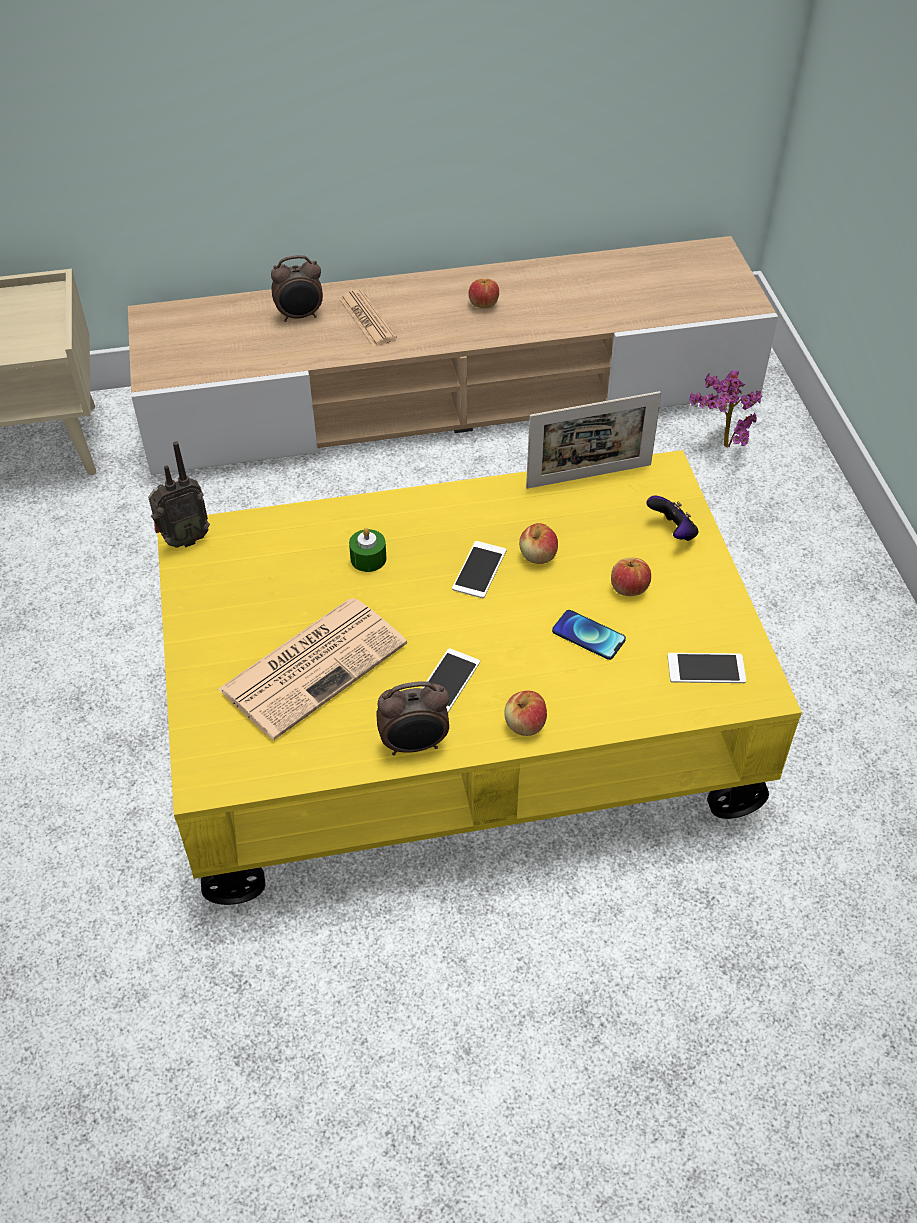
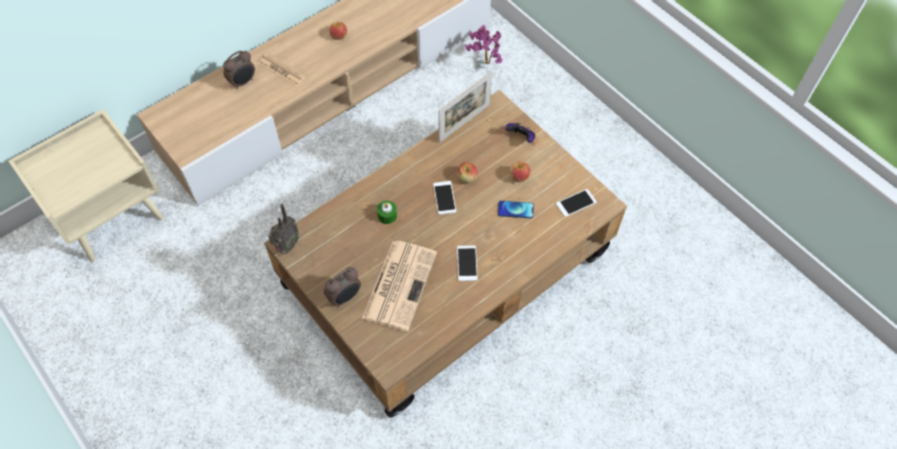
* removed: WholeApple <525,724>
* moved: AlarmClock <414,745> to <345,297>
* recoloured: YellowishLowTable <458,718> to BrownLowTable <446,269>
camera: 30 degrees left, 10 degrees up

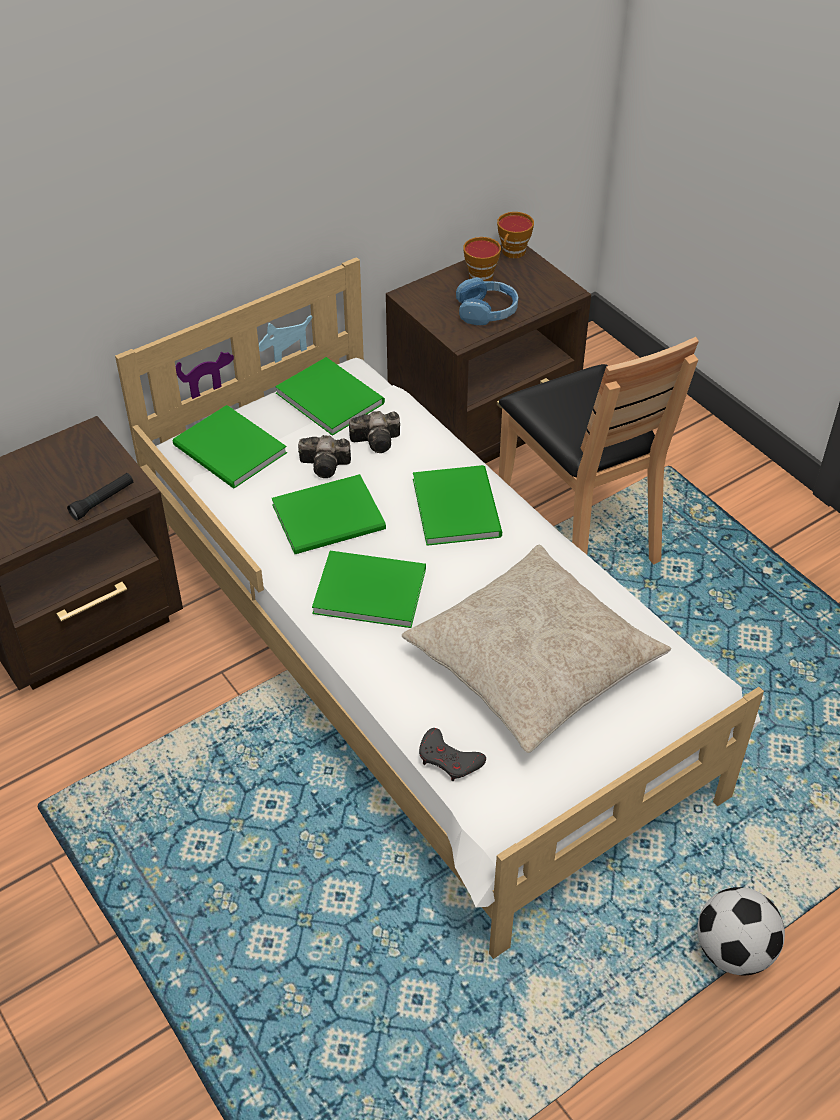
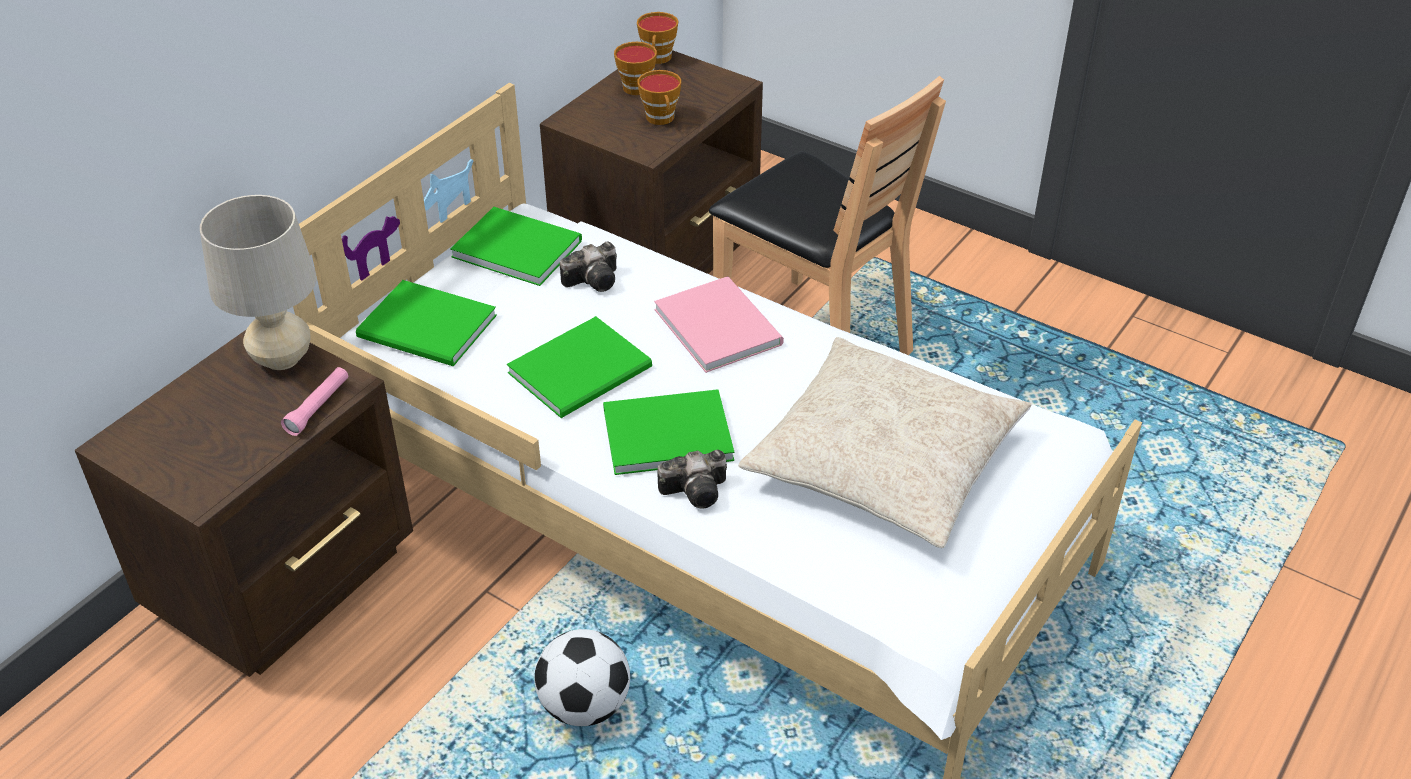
* removed: GrayJoypad <449,759>
* added: SandColouredTableLamp <282,359>
* moved: PhotoCamera <327,465> to <698,490>
* moved: FootballBall <733,950> to <585,705>
* replaced: BluishHeadphones <487,311> to SmallCup <661,119>
* recoloured: BlackTorch <102,501> to PinkTorch <318,407>
* recoloured: GreenBook <458,505> to PinkBook <718,324>
camera: 20 degrees left, 5 degrees down

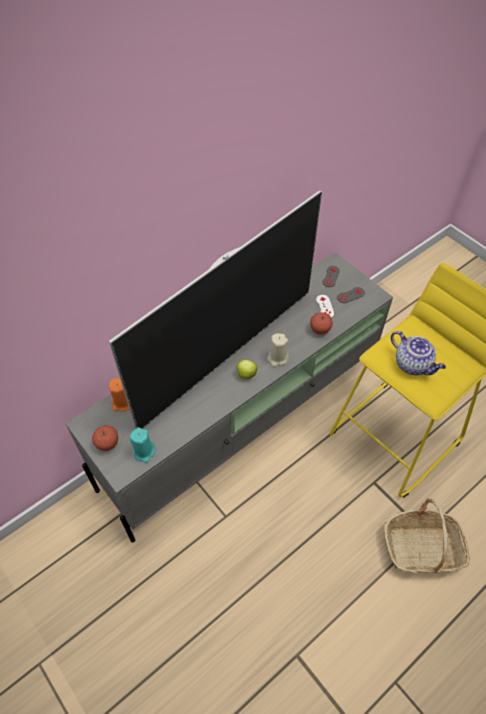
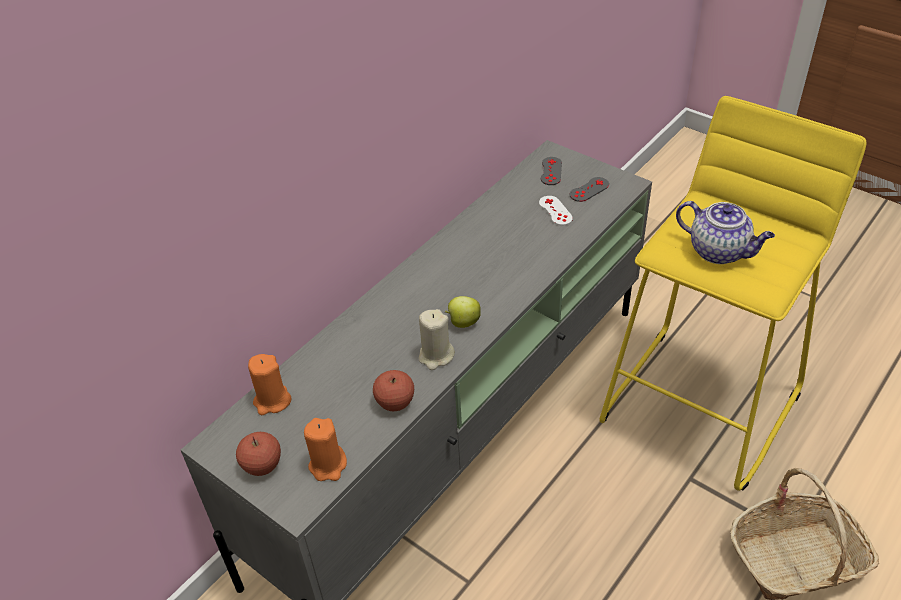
* removed: TvSet <227,355>
* moved: SandColouredCandle <277,358> to <436,356>
* moved: WholeApple <320,330> to <395,403>
* recoloured: TurquoiseColouredCandle <144,452> to OrangeyCandle <328,465>
camera: 10 degrees left, 10 degrees down

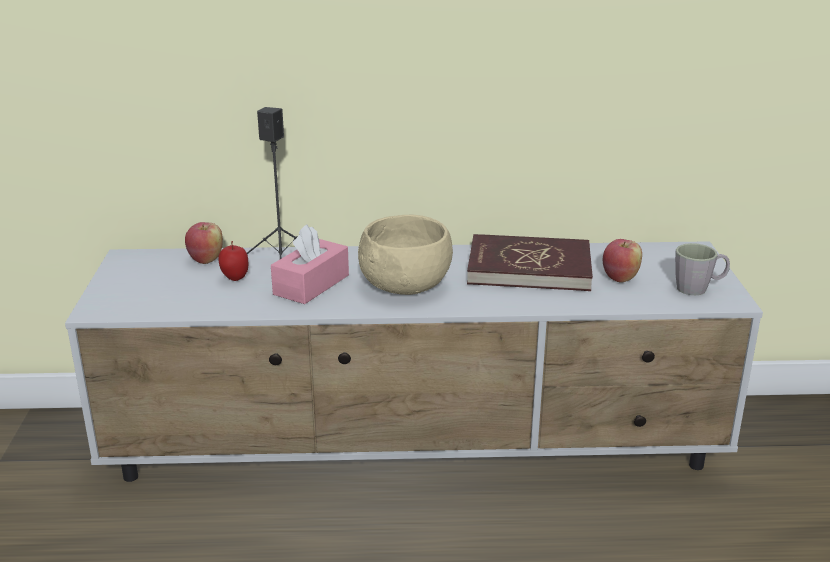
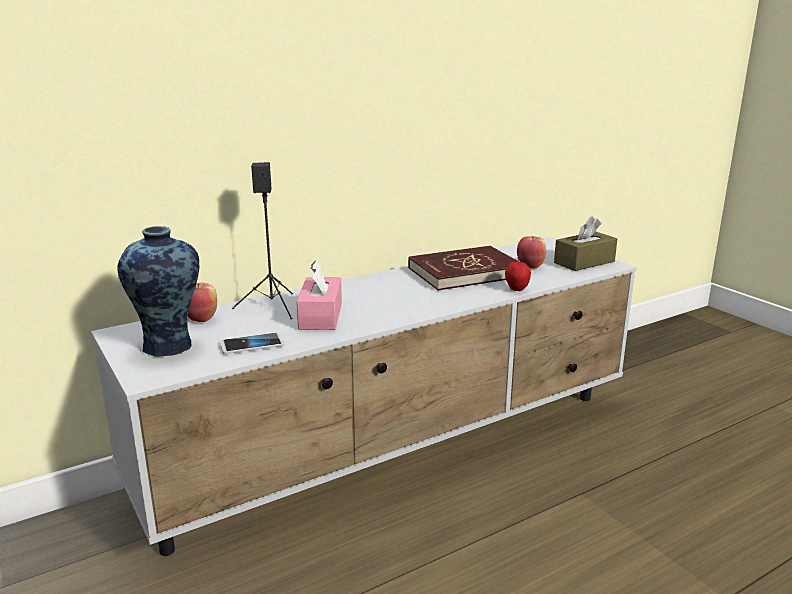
* removed: SandColouredServingBowl <405,286>
* added: FlowerVase <169,347>
* added: Handset <252,345>
* moved: WholeApple <235,278> to <516,289>
* replaced: GrayTeaMug <698,288> to BrownBoxOfTissues <584,262>
camera: 30 degrees left, 5 degrees down

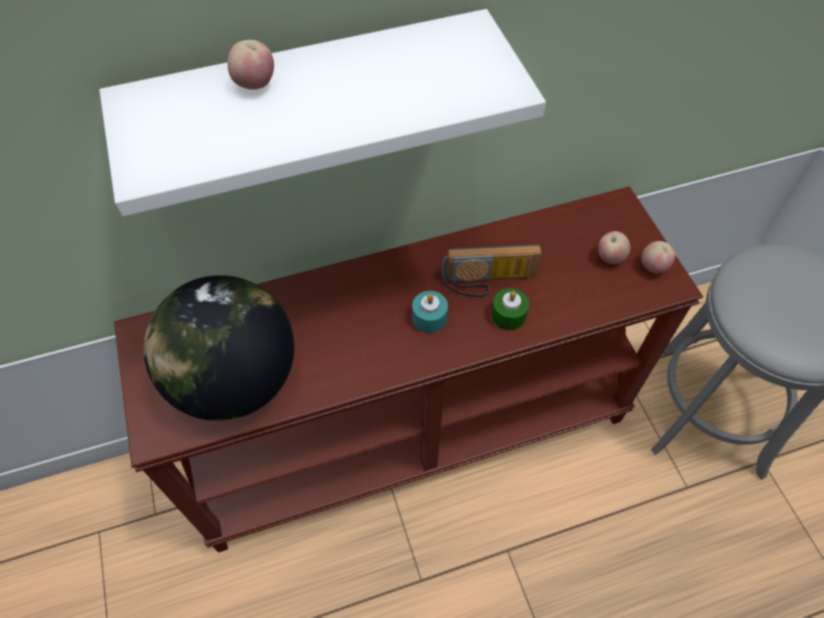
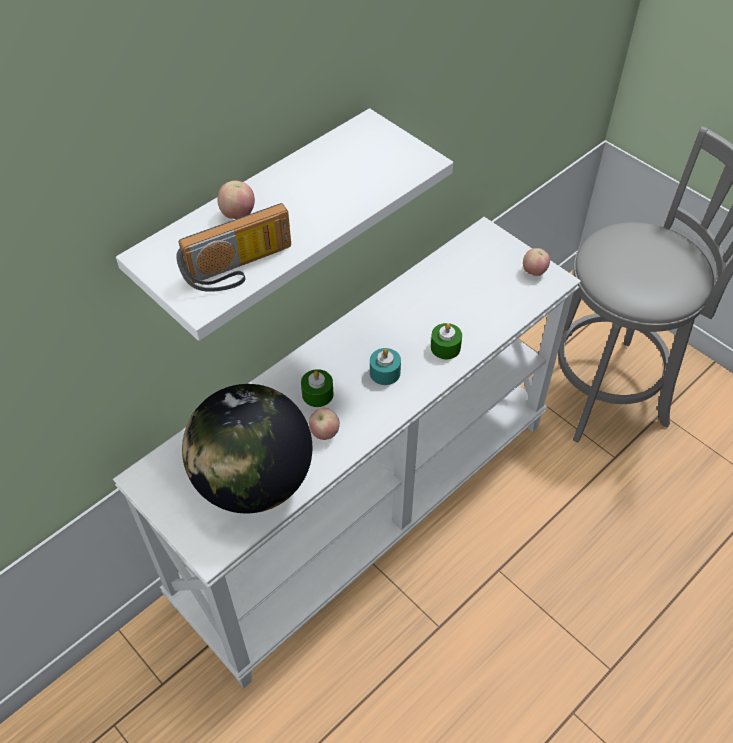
* added: GreenCandle <317,394>
* moved: RadioSet <488,282> to <240,269>
* moved: WholeApple <610,257> to <324,433>
* recoloured: BrownHallTable <412,430> to WhitishHallTable <366,507>
camera: 25 degrees left, 5 degrees down

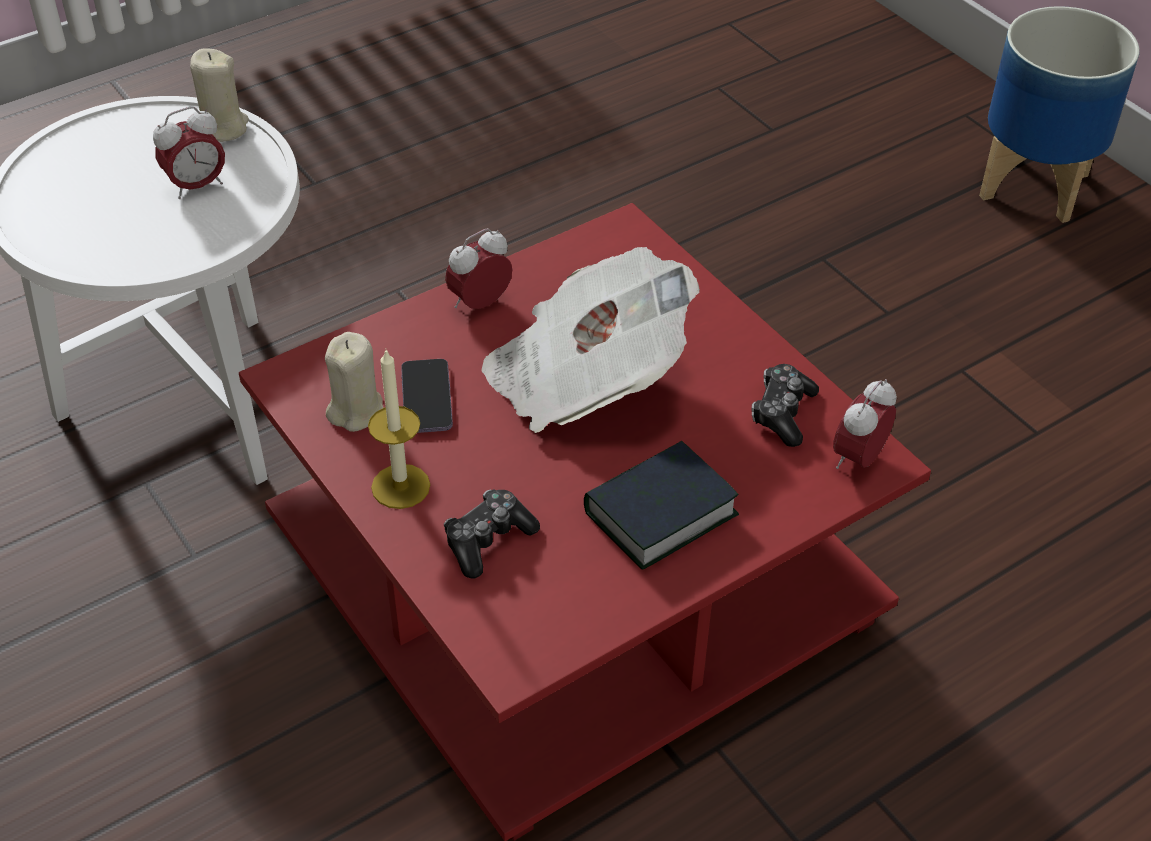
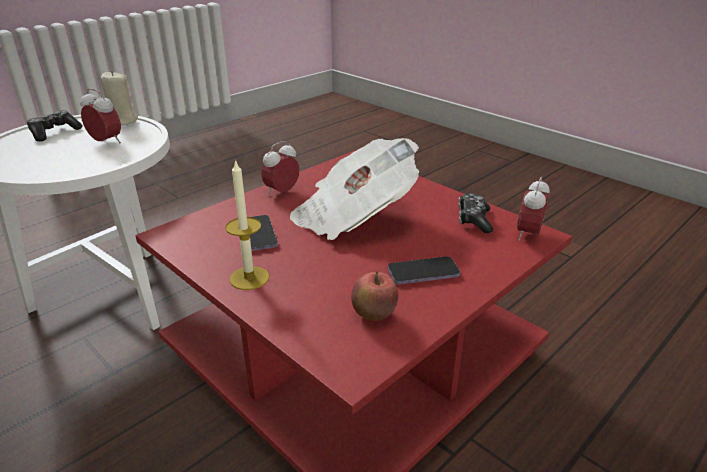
* removed: SandColouredCandle <356,410>
* removed: Planter <1036,186>
* added: WholeApple <374,315>
* moved: Joypad <488,540> to <54,133>
* replaced: Book <660,513> to Handset <423,273>
* turned: AlarmClock <196,186> = <106,142> 105 degrees counterclockwise
camera: 10 degrees left, 15 degrees down

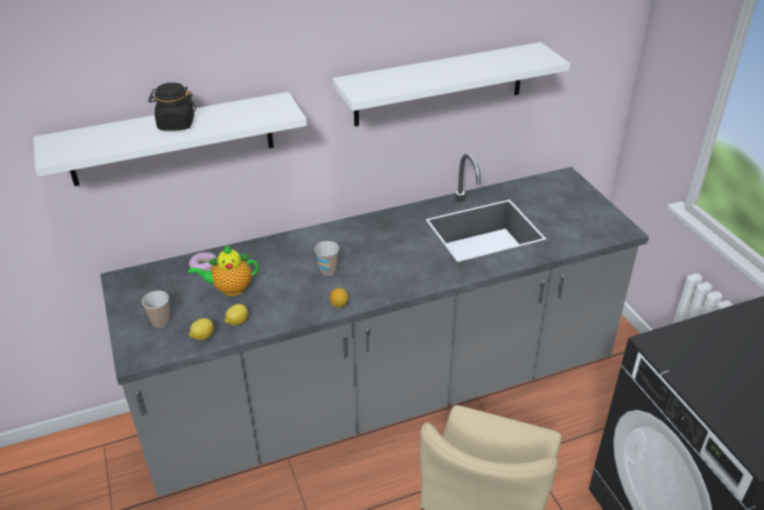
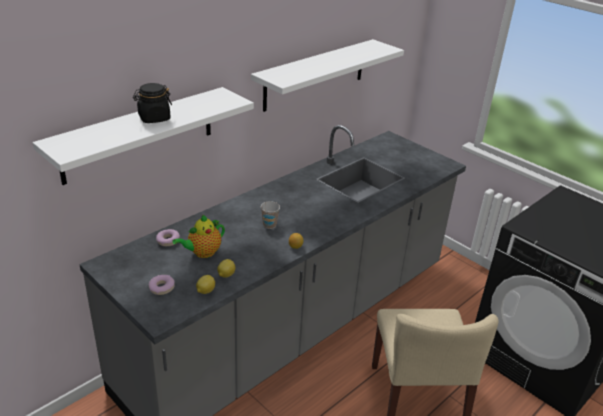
* replaced: SmallCup <161,321> to Donut <161,288>
camera: 25 degrees left, 5 degrees down

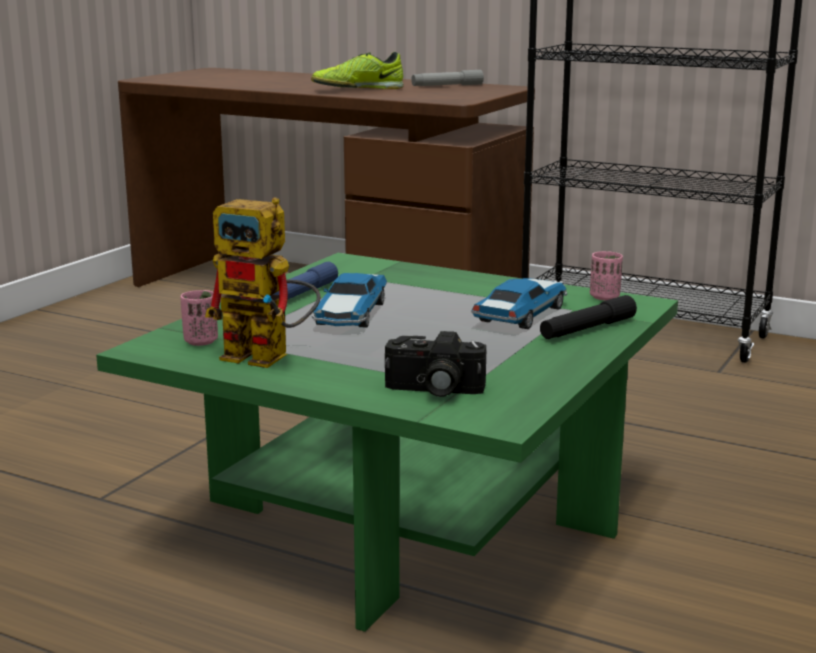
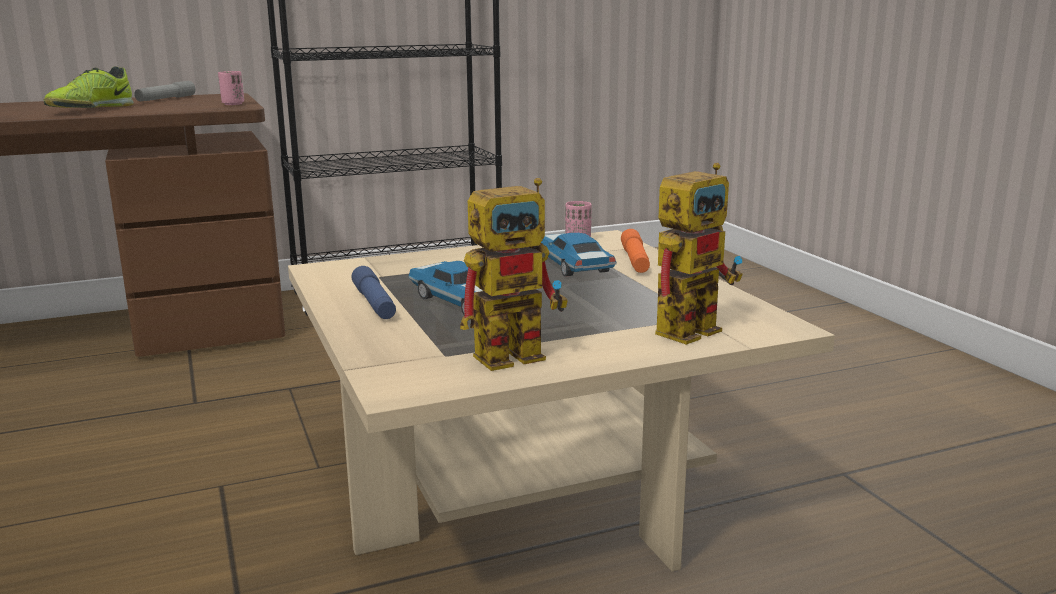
* moved: PinkSmallCup <200,341> to <233,104>
* replaced: PhotoCamera <433,390> to ToyRobot <692,327>
* recoloured: GreenLowTable <408,517> to SandColouredLowTable <529,479>
* recoloured: BlackTorch <587,329> to OrangeyTorch <635,260>
camera: 50 degrees left, 0 degrees up

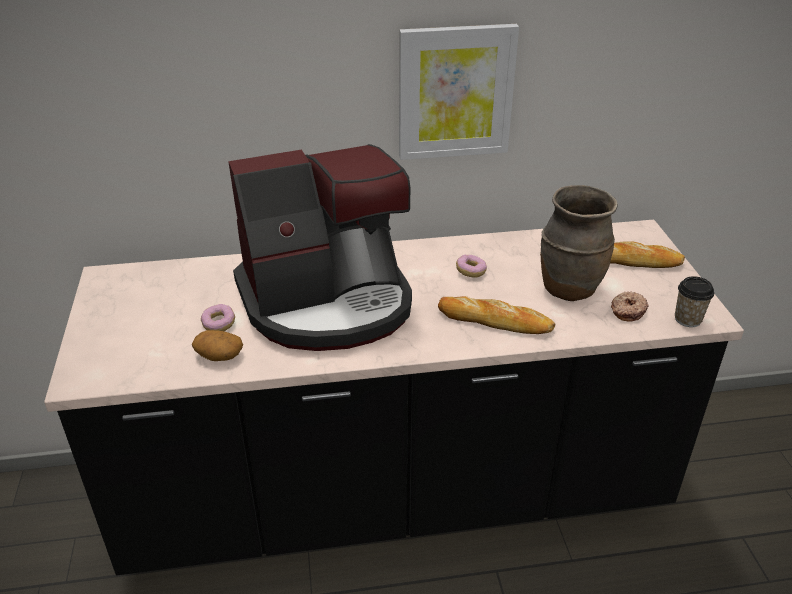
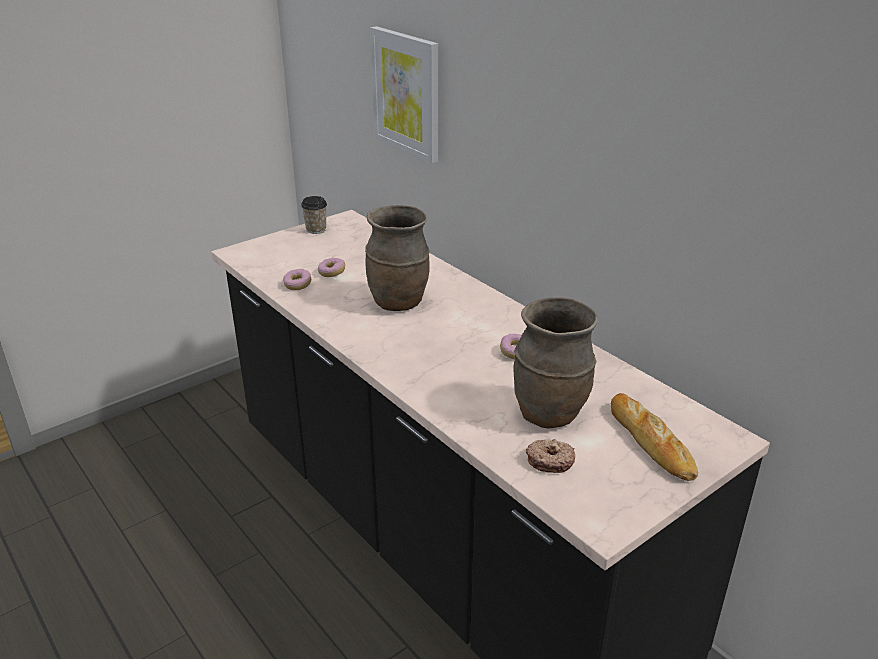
* removed: BakeryBread <495,321>
* moved: Picture <455,92> to <407,93>
* moved: SmallCup <687,319> to <316,230>
* replaced: Potato <219,355> to Donut <297,285>
* replaced: CoffeeMaker <328,302> to BrownFlowerVase <399,303>
camera: 60 degrees right, 5 degrees down

